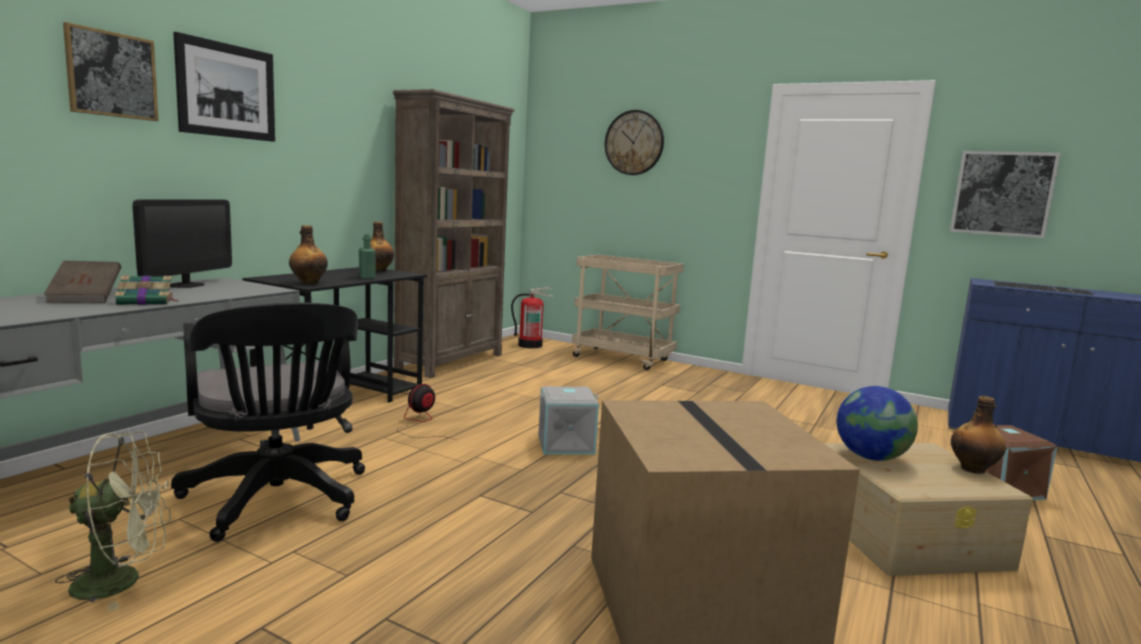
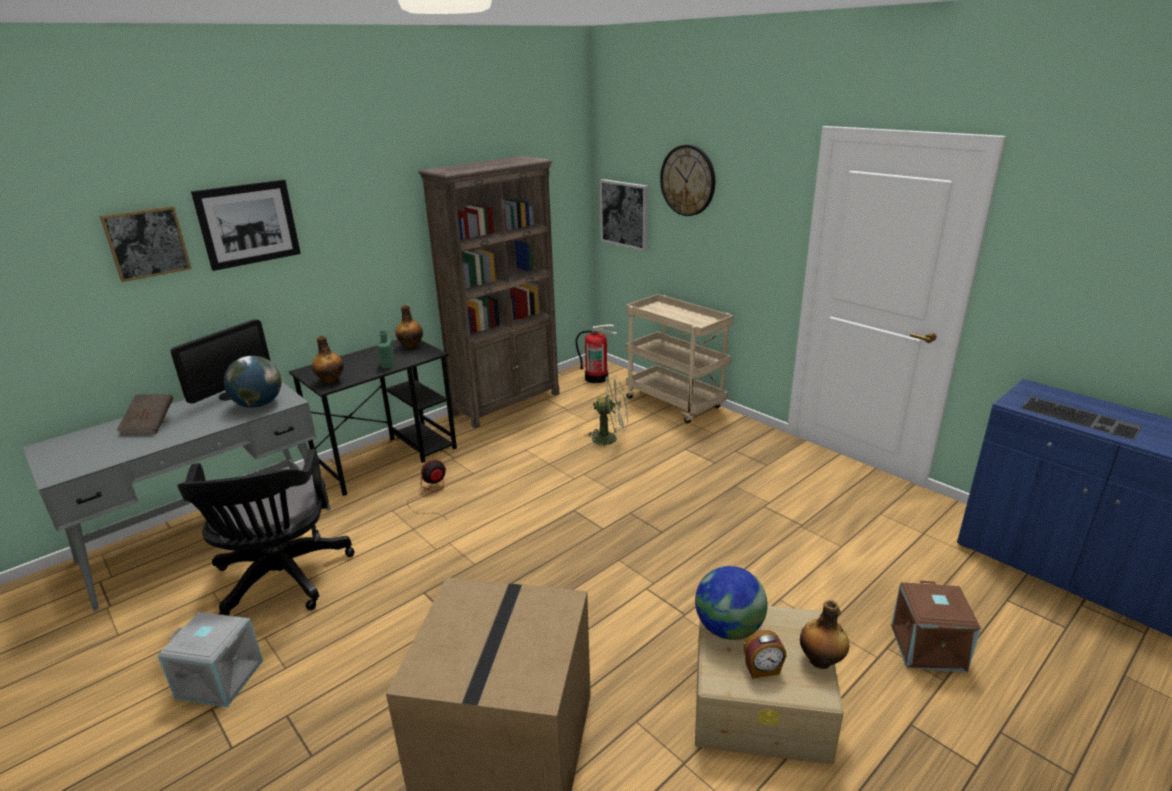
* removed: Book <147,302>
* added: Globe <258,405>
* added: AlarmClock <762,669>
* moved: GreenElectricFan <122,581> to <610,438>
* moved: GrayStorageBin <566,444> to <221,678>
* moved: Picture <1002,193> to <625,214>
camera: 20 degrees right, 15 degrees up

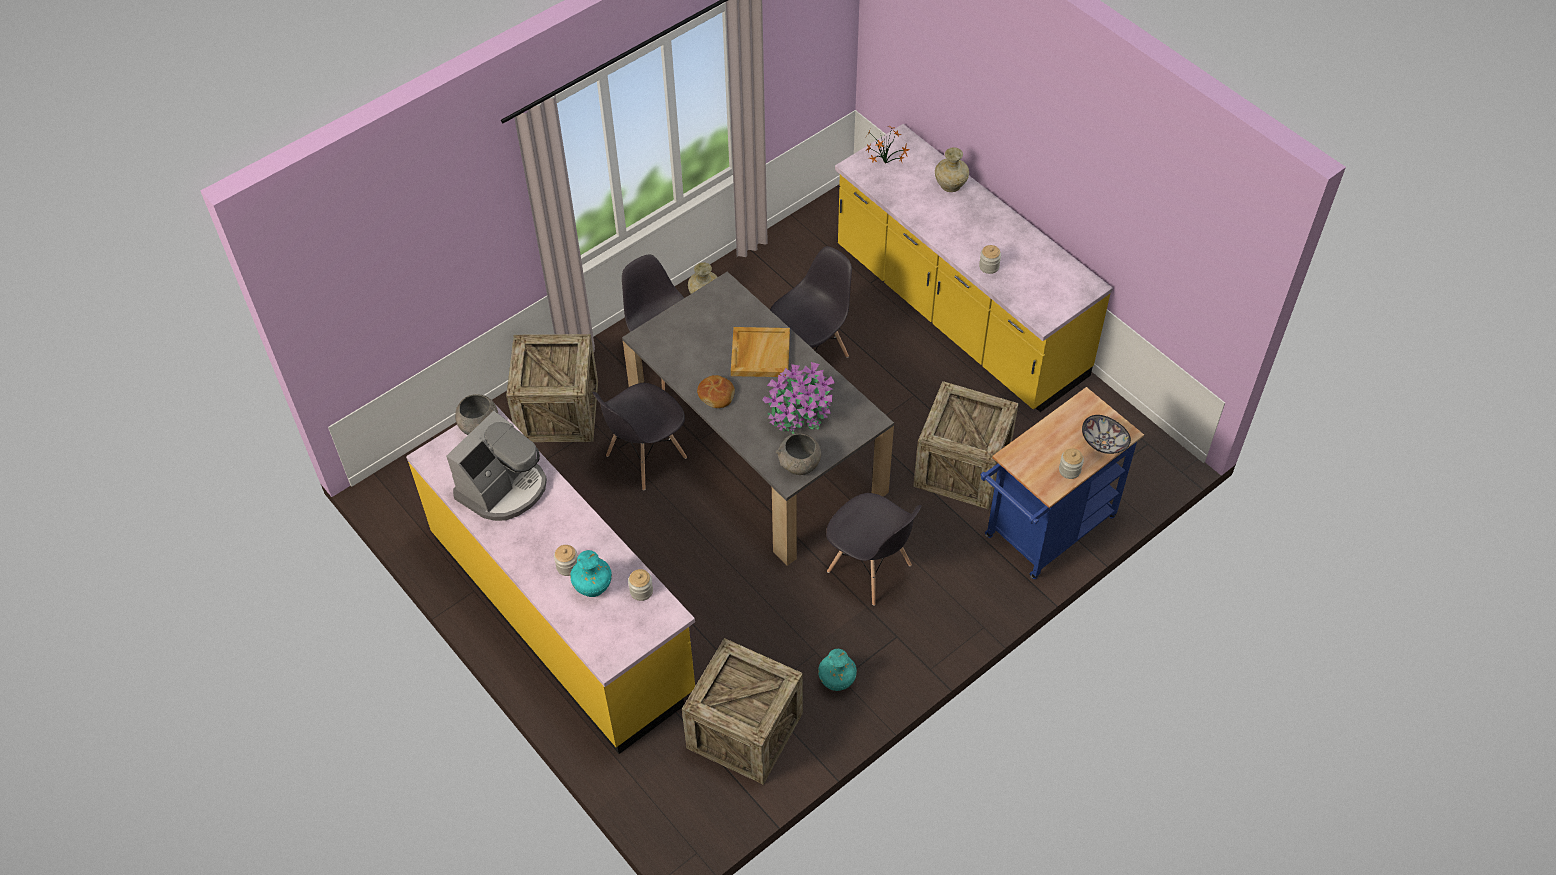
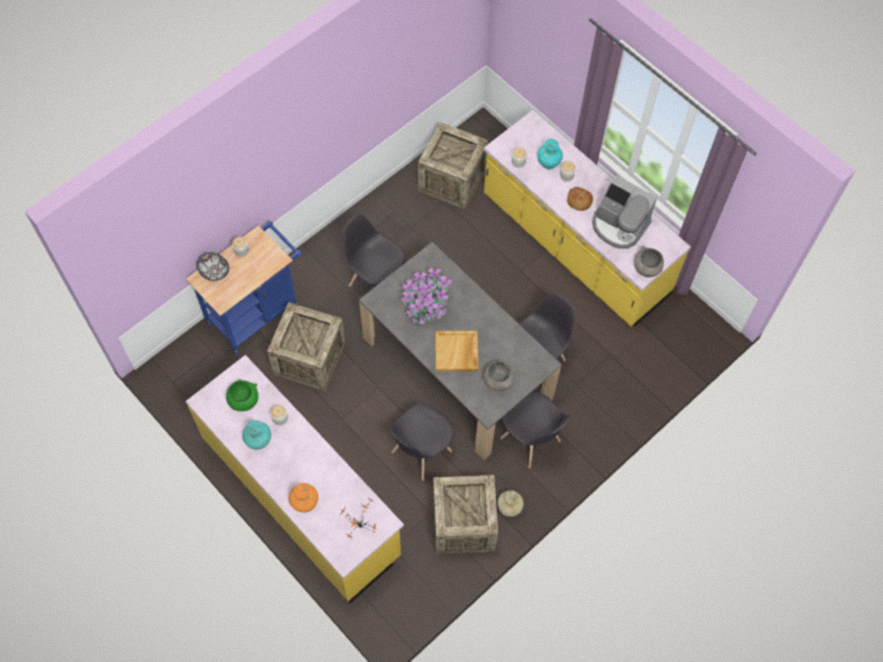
* added: GreenServingBowl <244,401>
* moved: Crate <558,411> to <463,523>
* moved: BakeryBread <716,395> to <579,201>
* moved: GrayServingBowl <799,465> to <498,381>
* moved: TurquoiseColouredFlowerVase <837,681> to <258,440>
* recoloured: SandColouredFlowerVase <950,185> to OrangeyFlowerVase <305,503>
* turned: CoffeeMaker <503,488> = <619,225> 90 degrees counterclockwise
camera: 175 degrees right, 10 degrees up

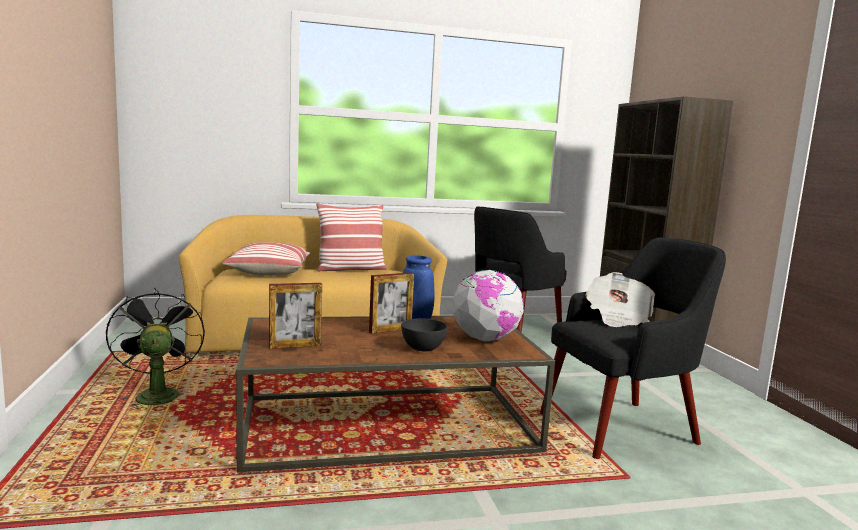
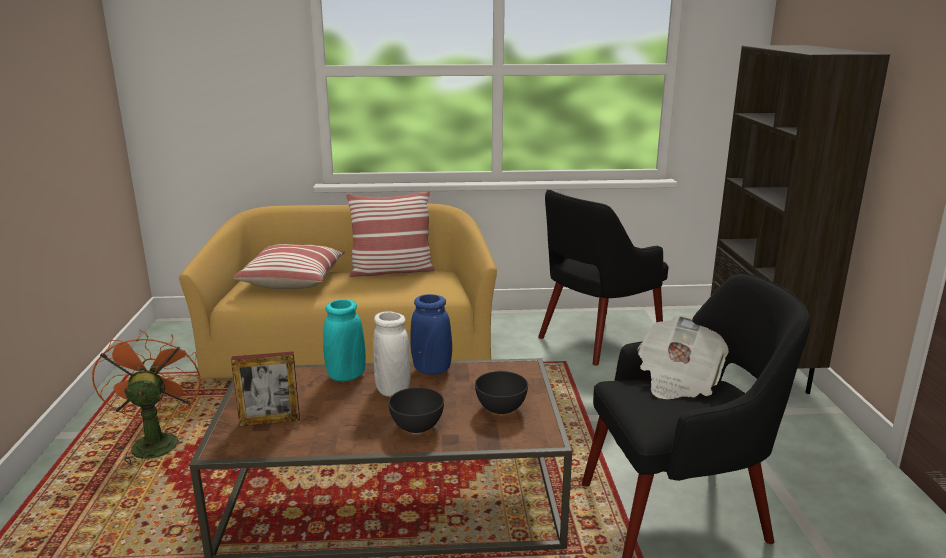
* added: TurquoiseColouredFlowerVase <346,376>
* replaced: PictureFrame <390,330> to WhitishFlowerVase <392,390>
* replaced: Globe <485,339> to GrayServingBowl <501,408>
* recoloured: BlackElectricFan <156,394> to OrangeyElectricFan <155,441>
camera: 10 degrees right, 10 degrees up

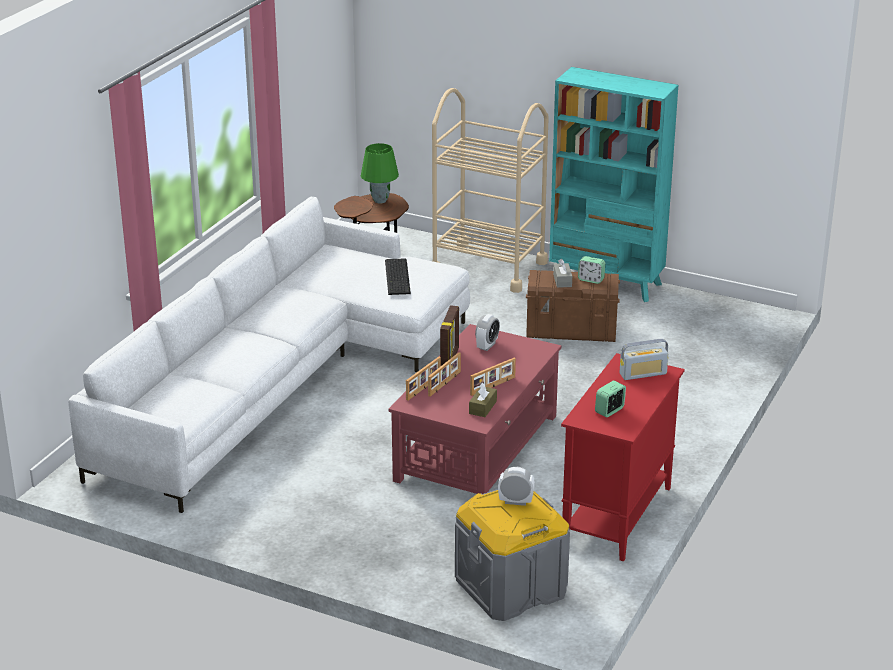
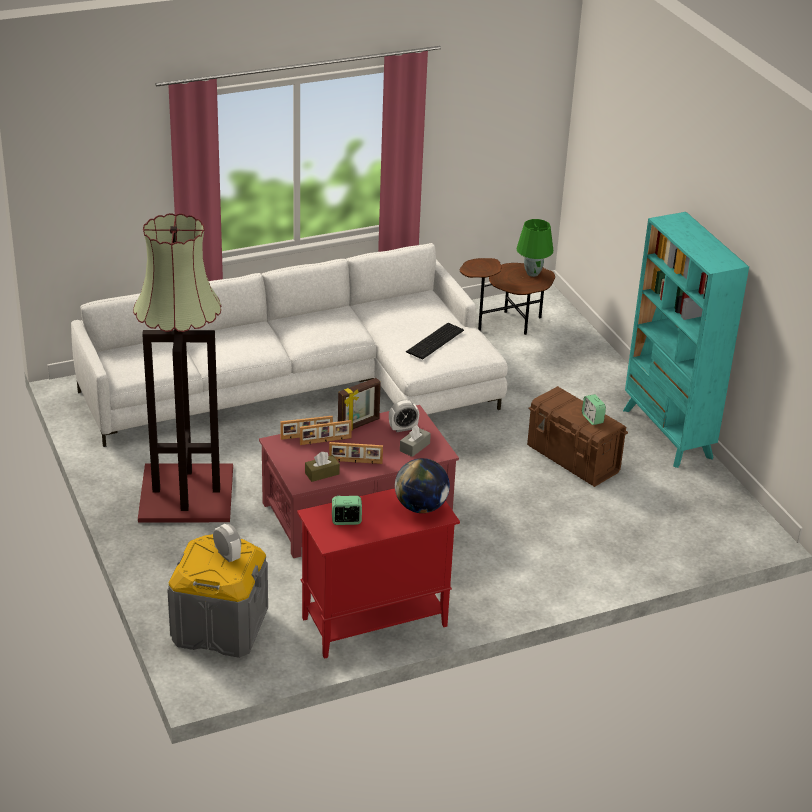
* removed: SandColouredWheeledCart <488,267>
* added: StandardLamp <185,493>
* moved: GrayBoxOfTissues <562,280> to <414,447>
* replaced: RadioSet <643,374> to Globe <421,507>
camera: 40 degrees right, 5 degrees up

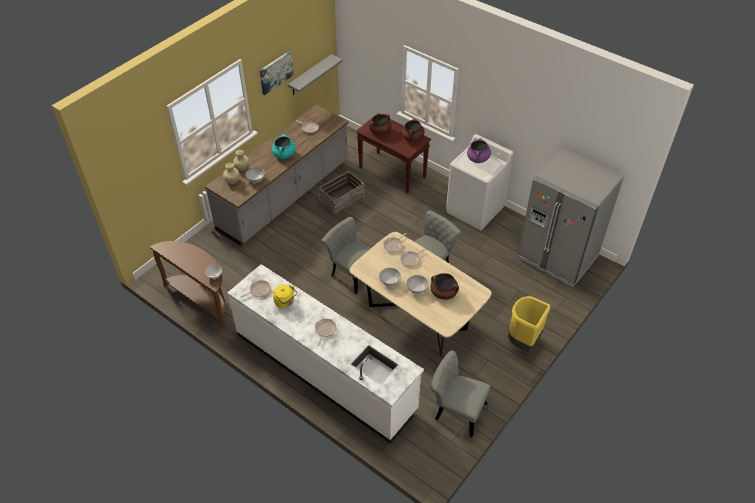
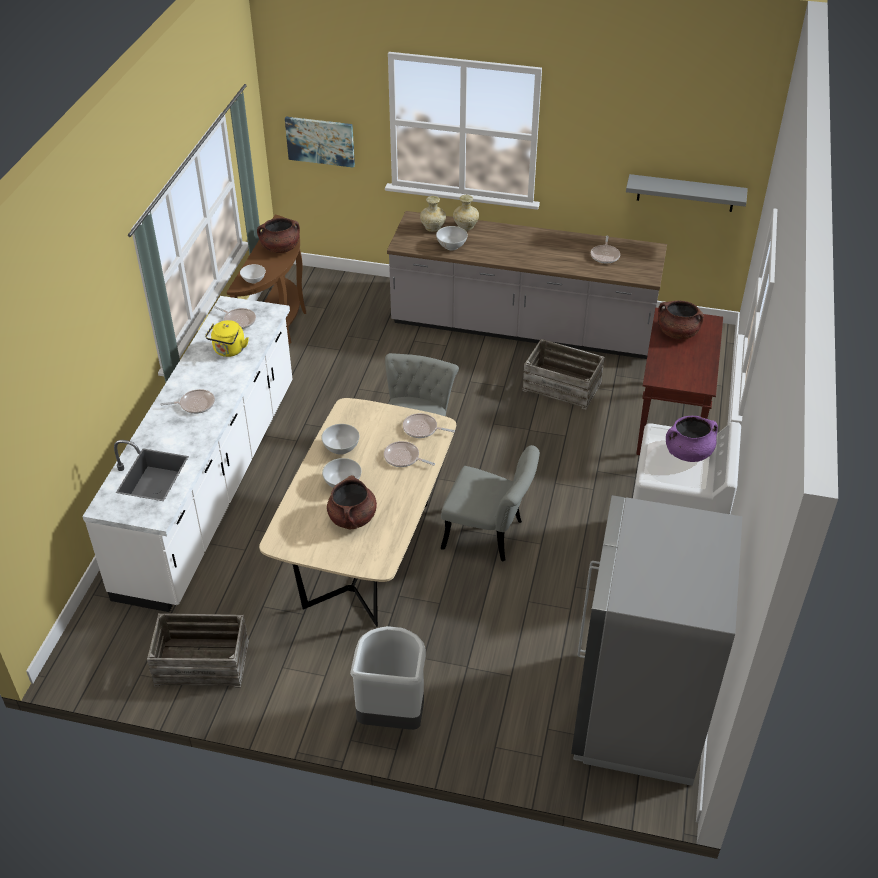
* removed: TurquoiseColouredSaucepot <284,154>
* moved: Picture <276,72> to <320,141>
* moved: BrownSaucepot <413,138> to <280,248>
* replaced: GrayChair <456,410> to Crate <202,662>
* recoloured: YellowishTrashCan <523,342> to GrayTrashCan <392,716>
camera: 65 degrees right, 5 degrees down

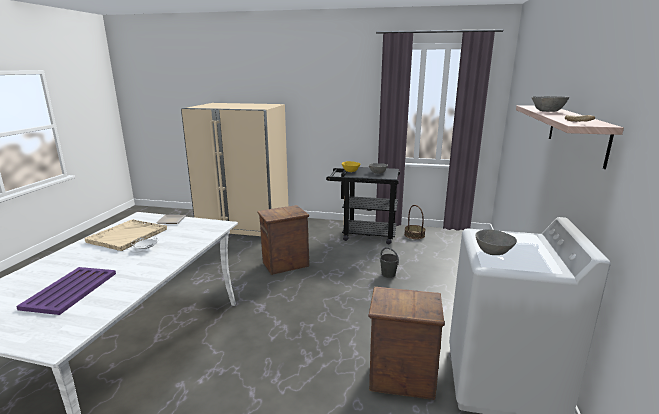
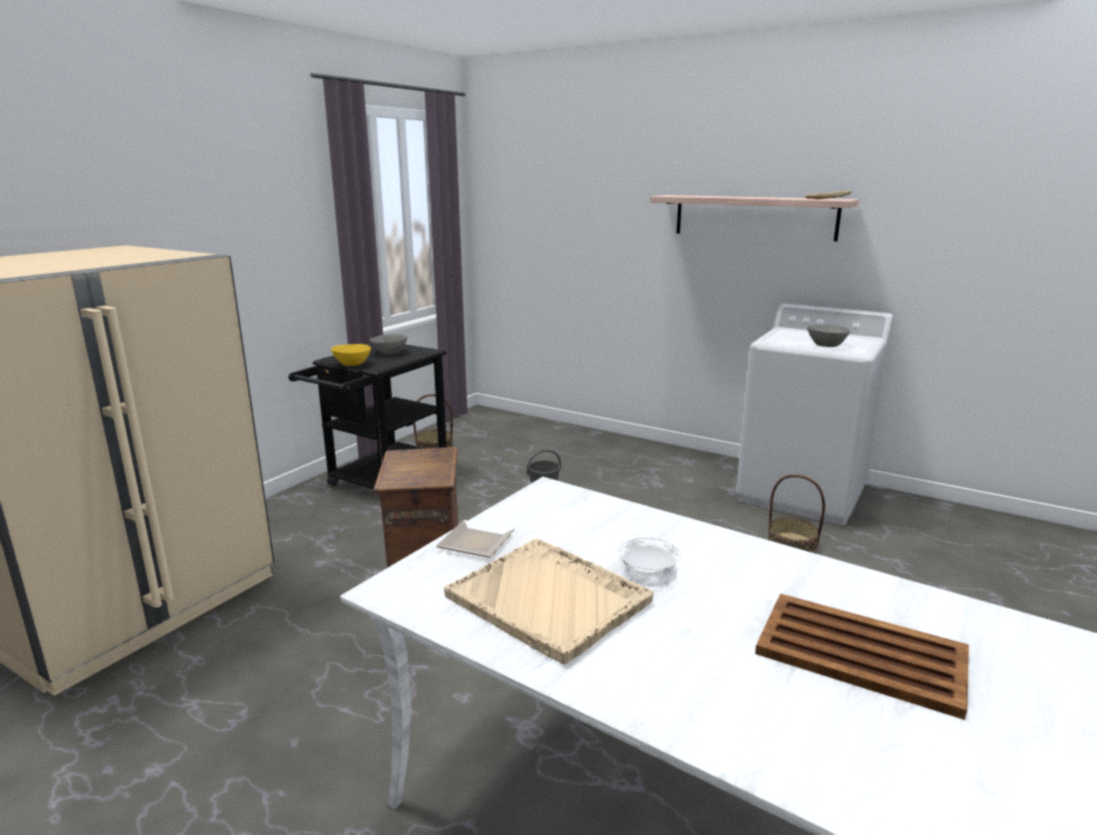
* removed: GrayServingBowl <547,111>
* replaced: Crate <401,378> to HouseholdBasket <792,543>
* recoloured: PurplishCarryingTray <71,290> to BrownCarryingTray <858,652>
camera: 70 degrees left, 0 degrees up

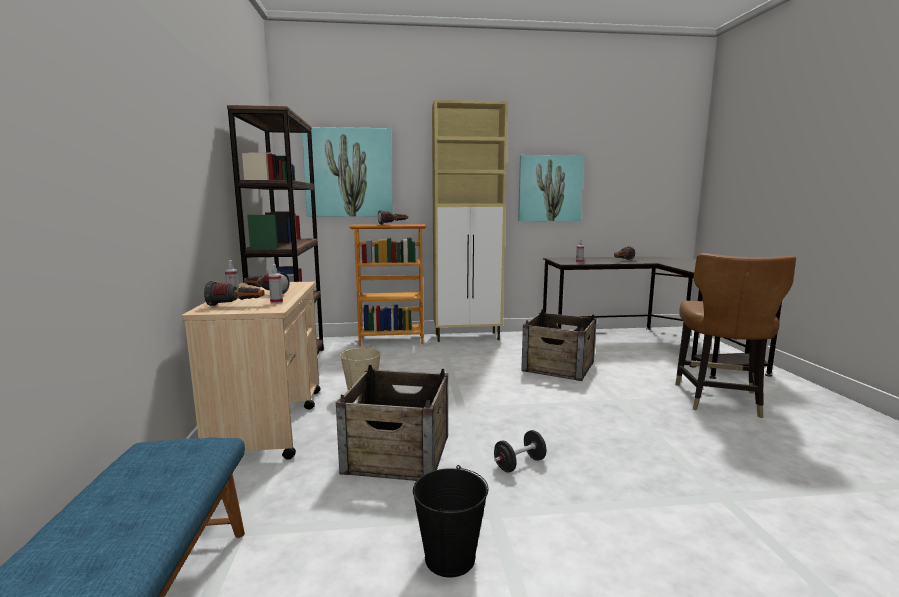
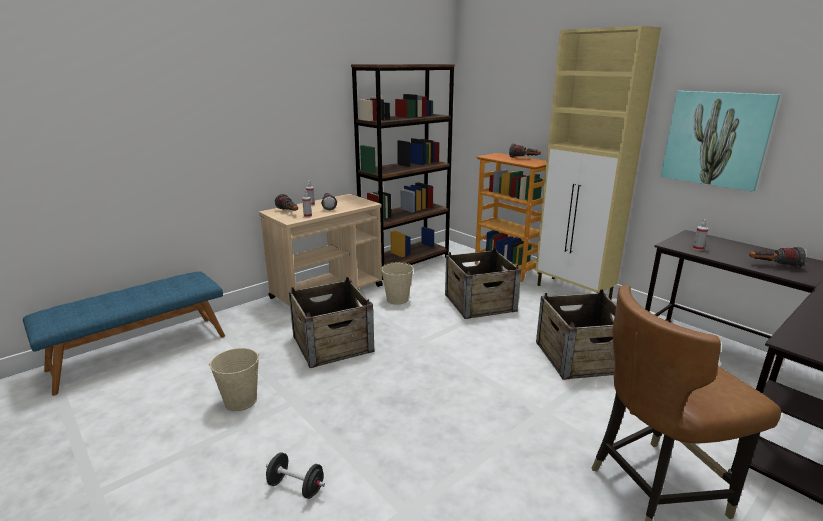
* removed: Picture <349,173>
* added: Crate <480,302>
* moved: BlackHandWeight <519,464> to <296,487>
* recoloured: BlackBucket <449,558> to SandColouredBucket <240,401>
camera: 55 degrees right, 10 degrees up

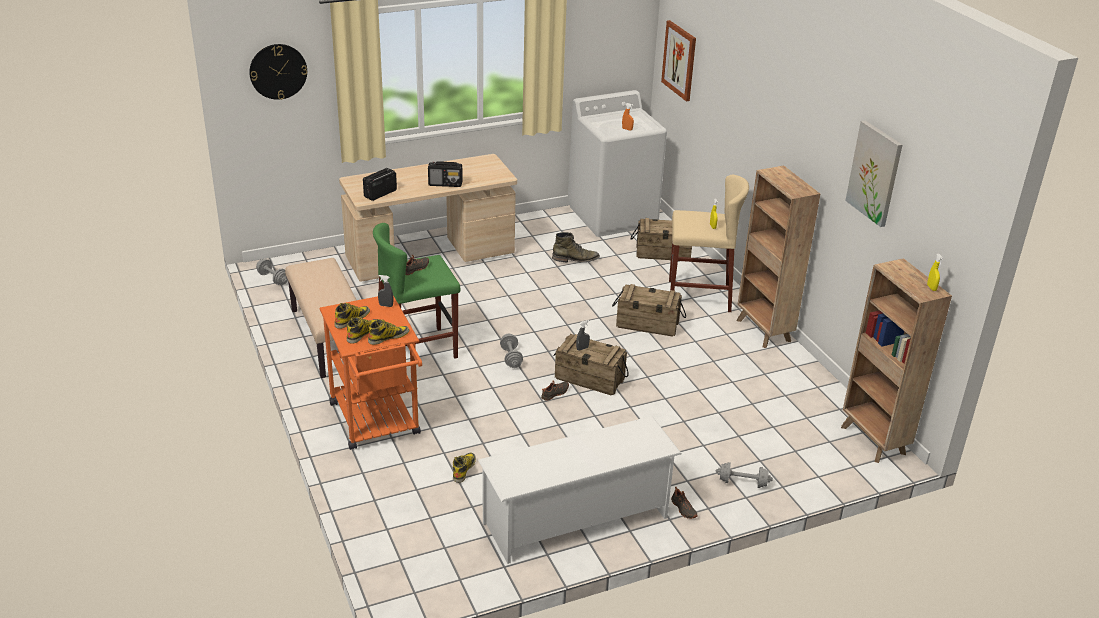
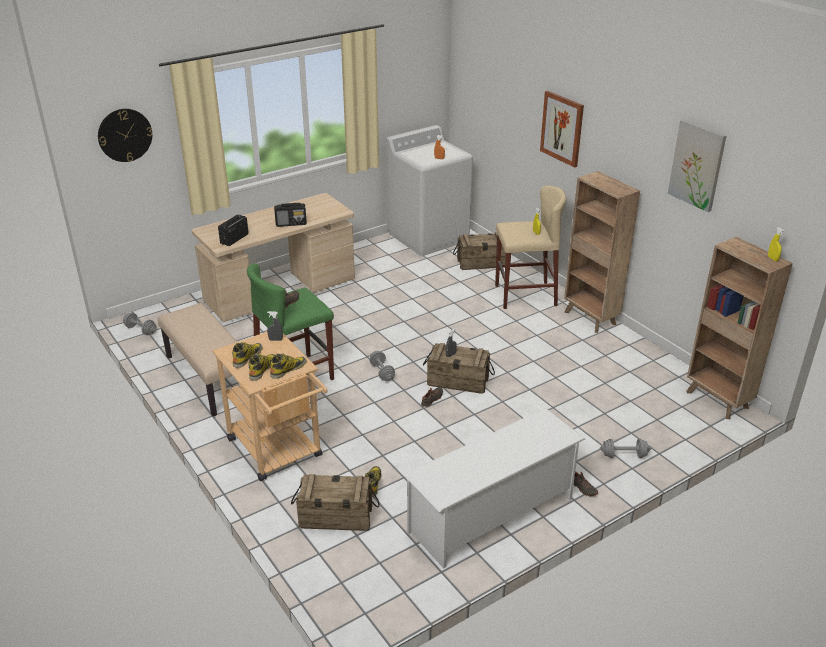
* removed: GreenBoot <575,259>
* moved: Crate <647,324> to <335,517>
* moved: Picture <679,60> to <562,128>
* recoloured: OrangeyWheeledCart <377,424> to SandColouredWheeledCart <279,452>
camera: 10 degrees left, 0 degrees up

